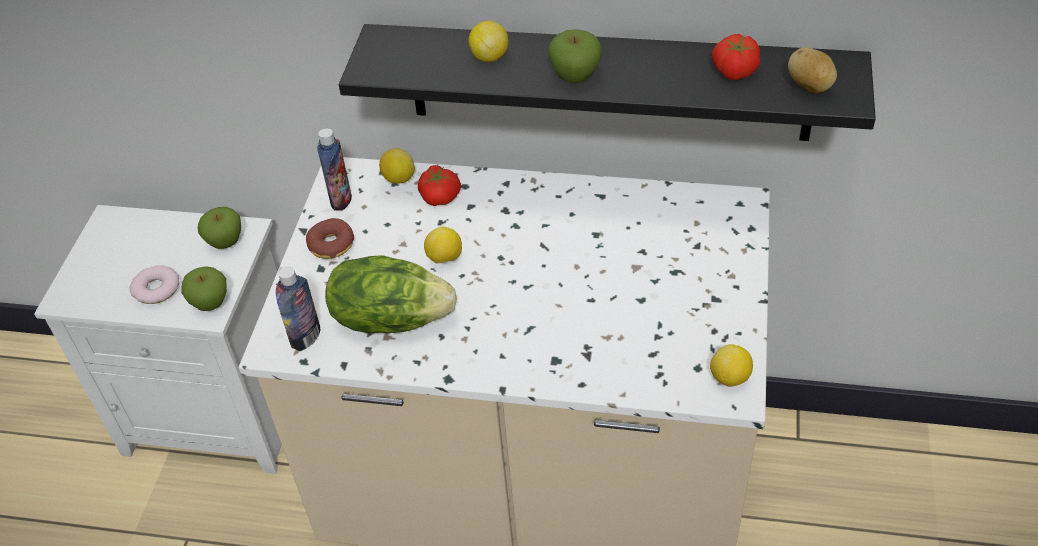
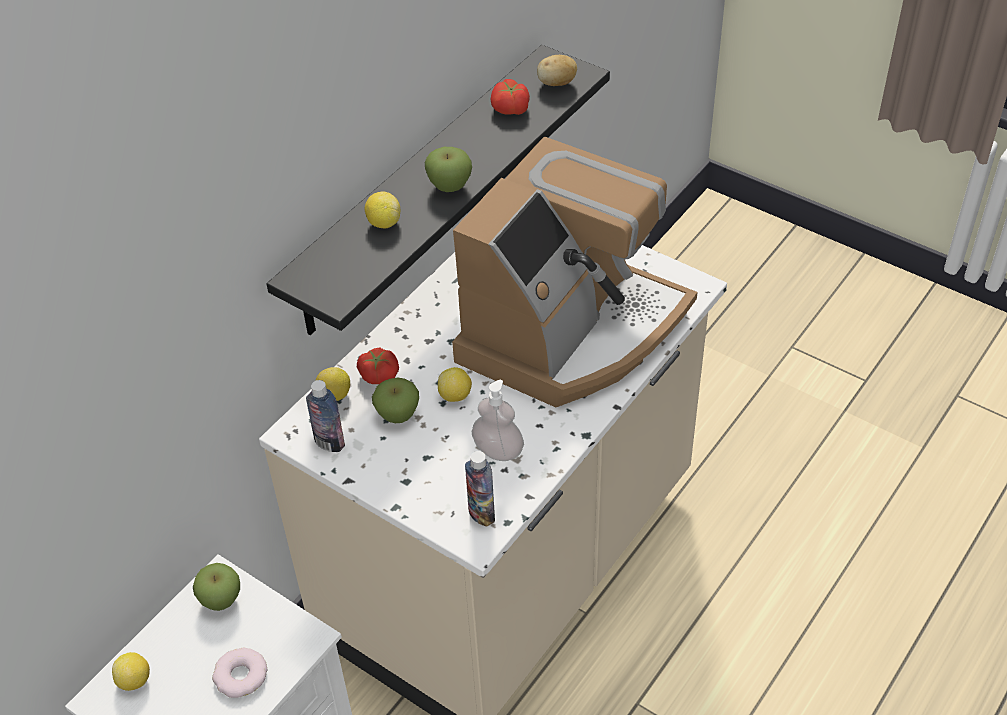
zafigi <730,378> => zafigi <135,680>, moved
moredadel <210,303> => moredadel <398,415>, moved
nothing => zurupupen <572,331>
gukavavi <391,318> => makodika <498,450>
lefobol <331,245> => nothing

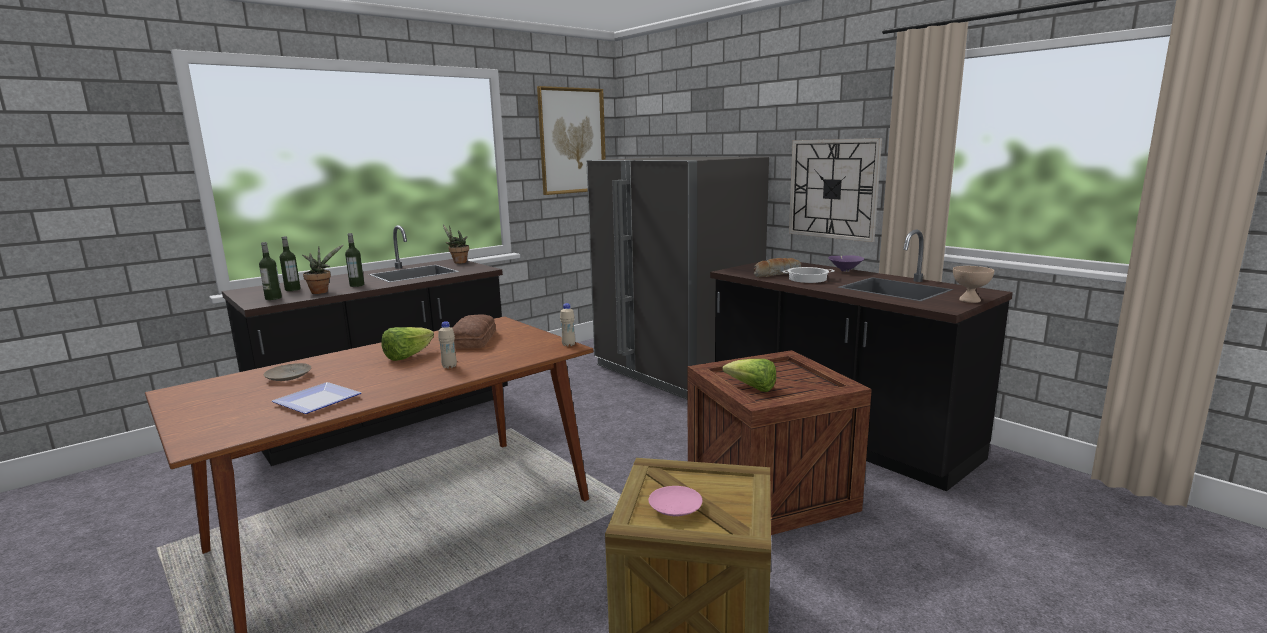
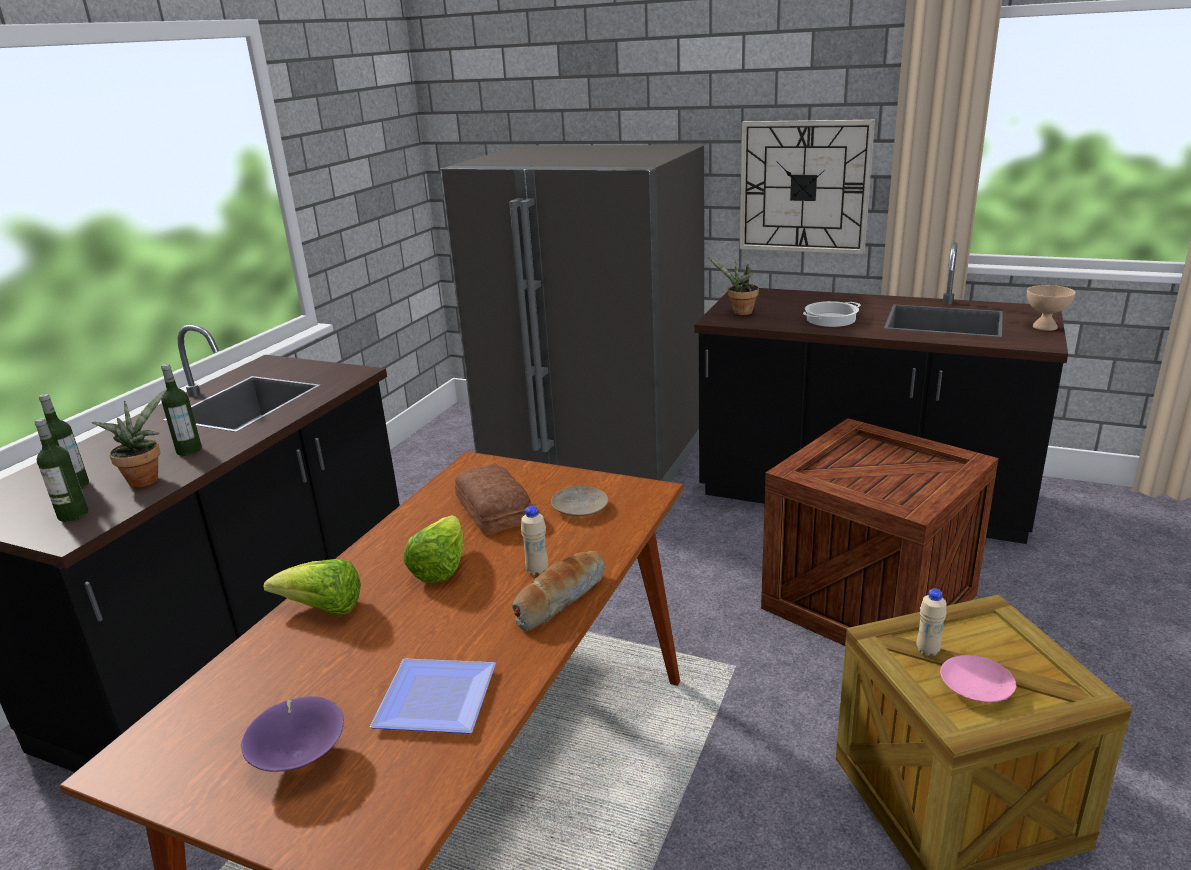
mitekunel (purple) <845,270> => mitekunel (purple) <300,757>, moved
gukavavi <752,388> => gukavavi <323,609>, moved
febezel <776,274> => febezel <560,599>, moved
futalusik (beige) <289,377> => futalusik (beige) <580,507>, moved
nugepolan <458,262> => nugepolan <740,313>, moved
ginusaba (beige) <568,345> => ginusaba (beige) <927,650>, moved
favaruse <572,141> => nothing

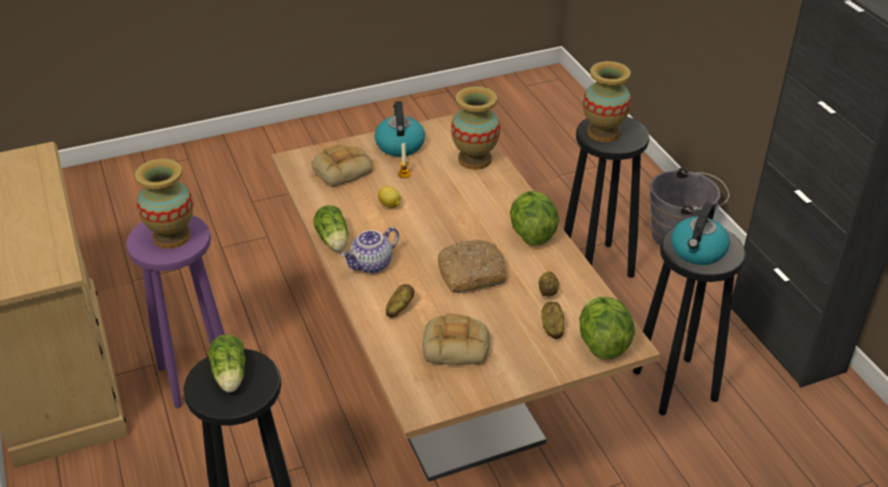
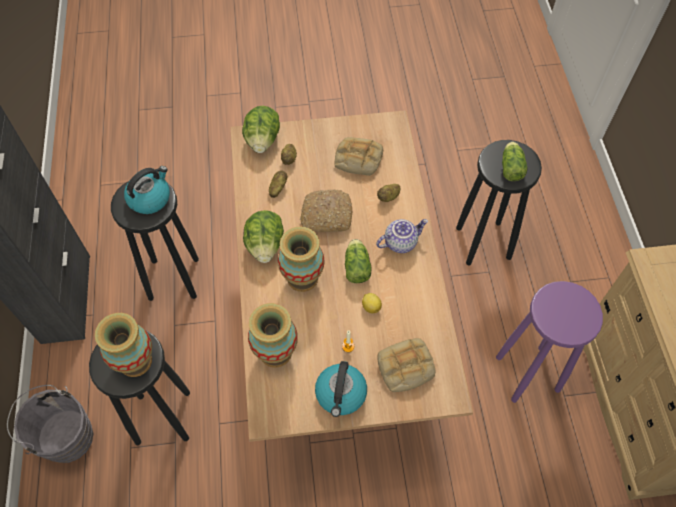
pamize <171,236> => pamize <302,278>, moved
gukavavi <333,241> => gukavavi <356,266>, moved

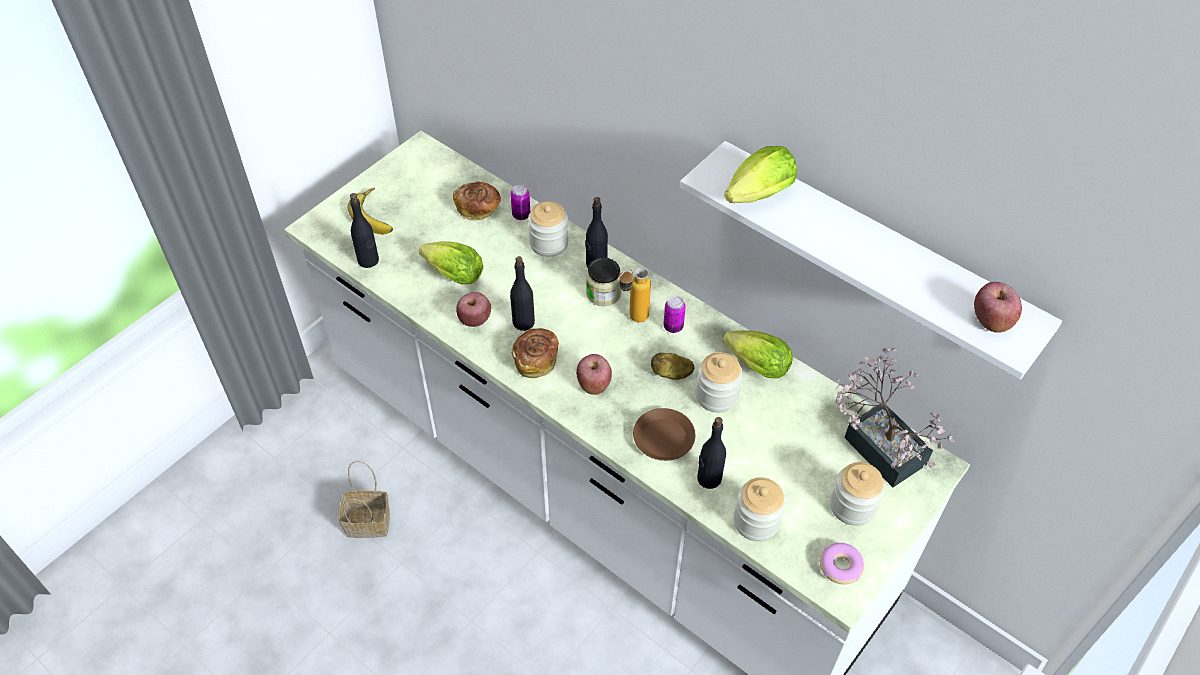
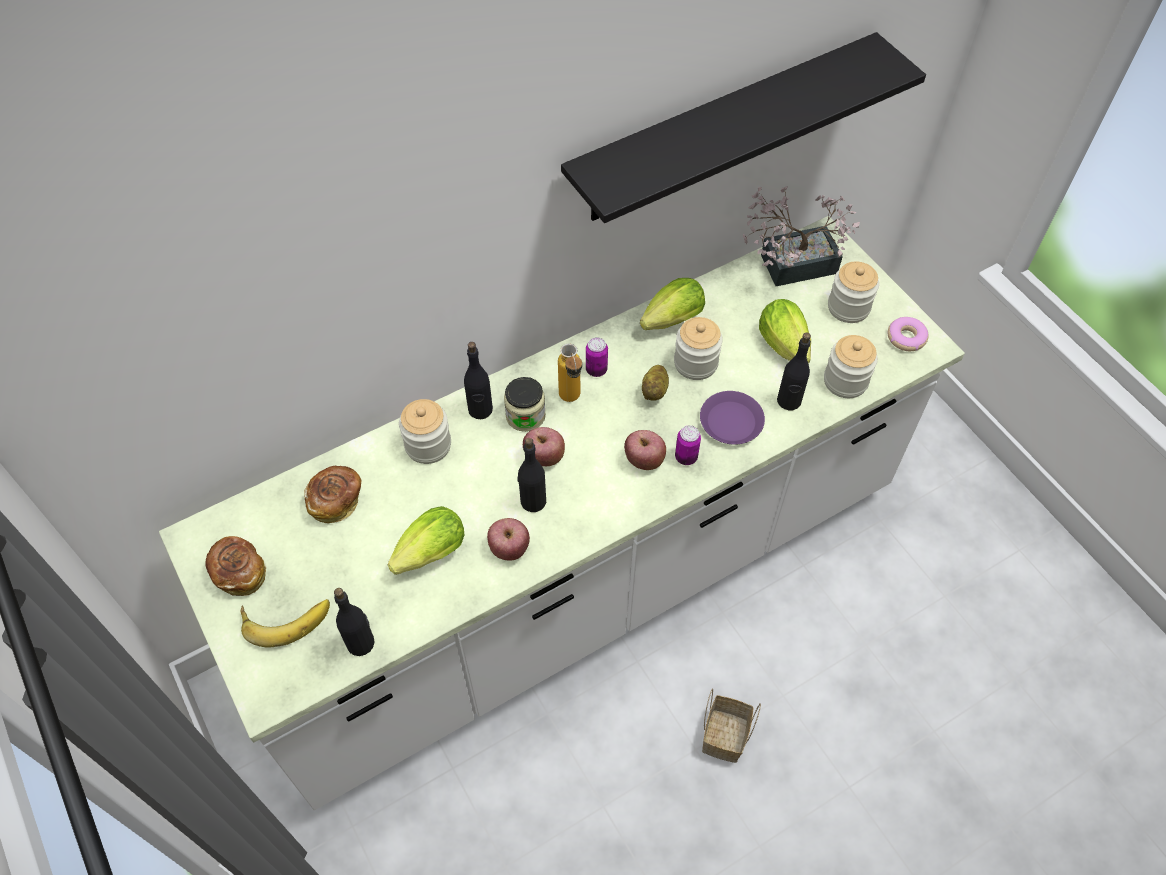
febezel <536,360> => febezel <239,572>, moved
moredadel <991,321> => moredadel <544,457>, moved
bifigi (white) <873,255> => bifigi (black) <721,130>
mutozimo <521,215> => mutozimo <686,457>, moved
futalusik (brown) <663,438> => futalusik (purple) <731,422>
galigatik <370,522> => galigatik <724,734>, moved
gukavavi <755,197> => gukavavi <785,348>, moved

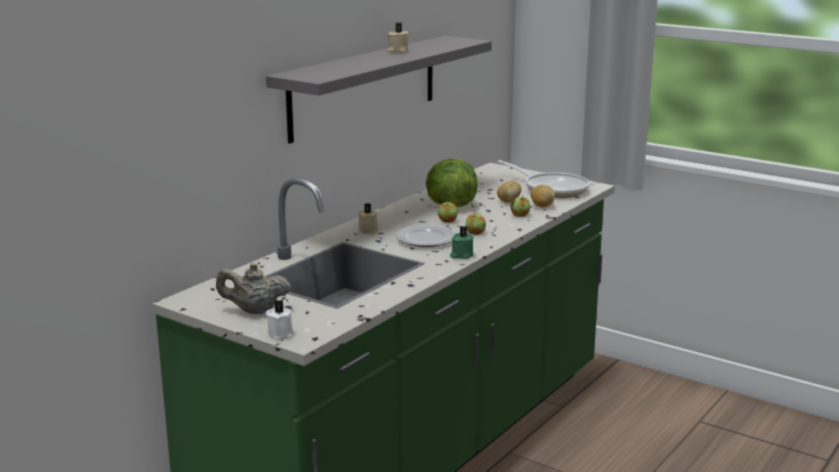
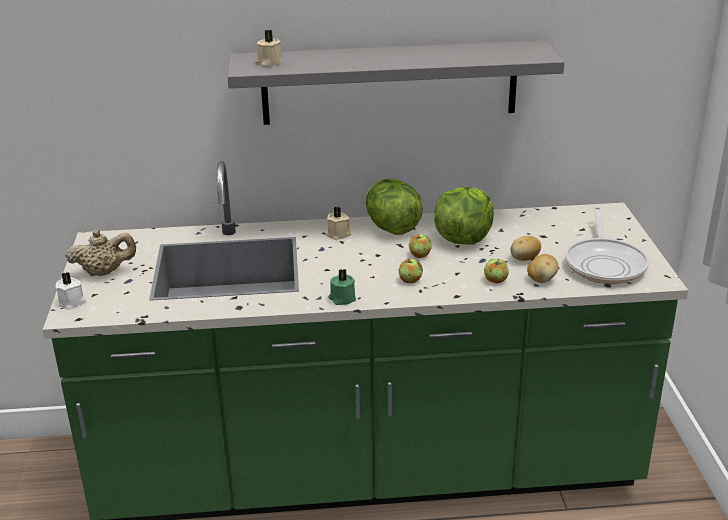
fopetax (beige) <254,311> => fopetax (beige) <104,272>, 120 degrees clockwise
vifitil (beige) <397,51> => vifitil (beige) <269,62>, moved
nothing => gukavavi <392,227>
futalusik <426,239> => nothing

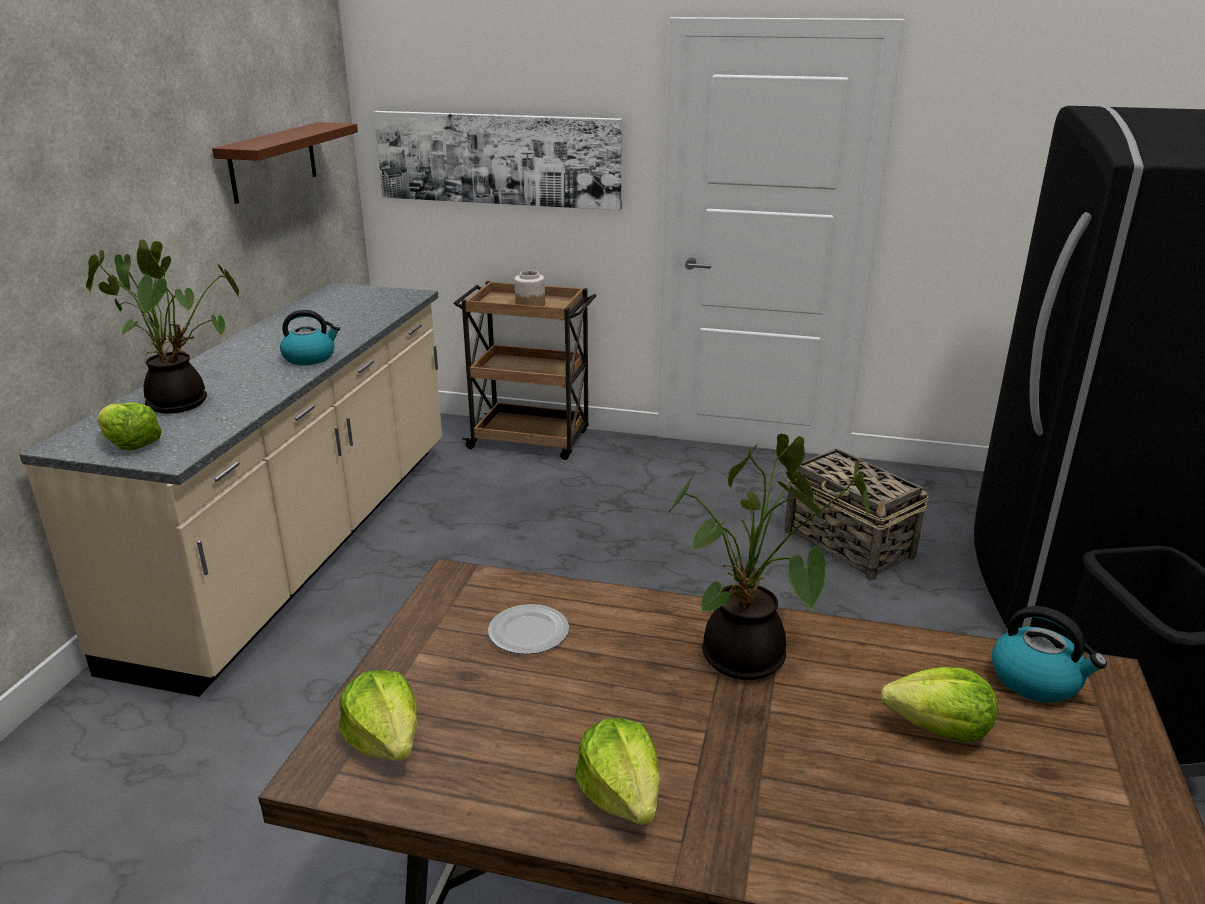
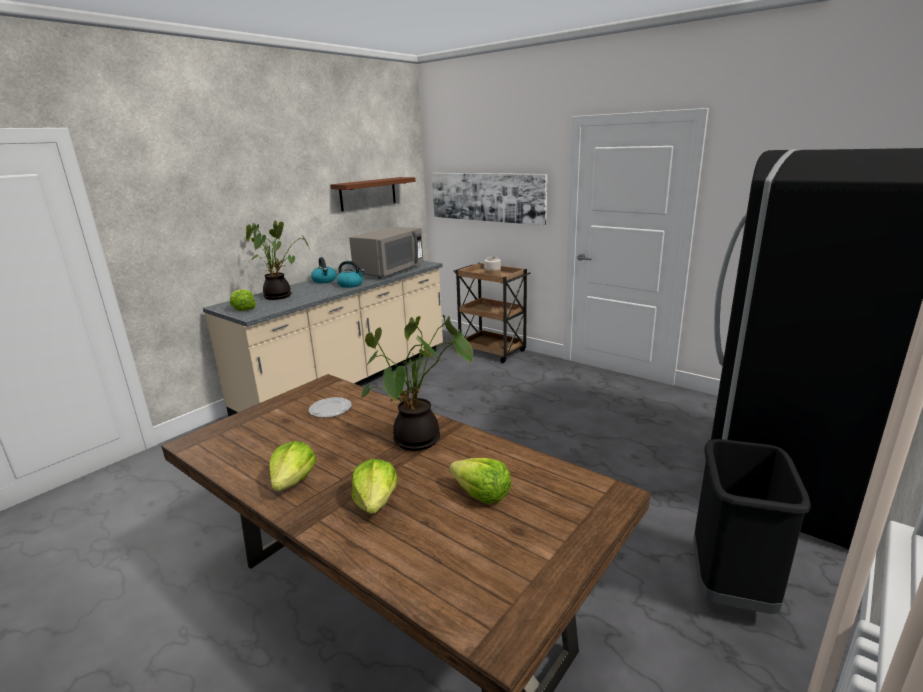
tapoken <1037,680> => tapoken <324,281>, moved
nothing => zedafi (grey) <389,271>
gukavavi <385,739> => gukavavi <376,501>, moved
galigatik <849,545> => nothing

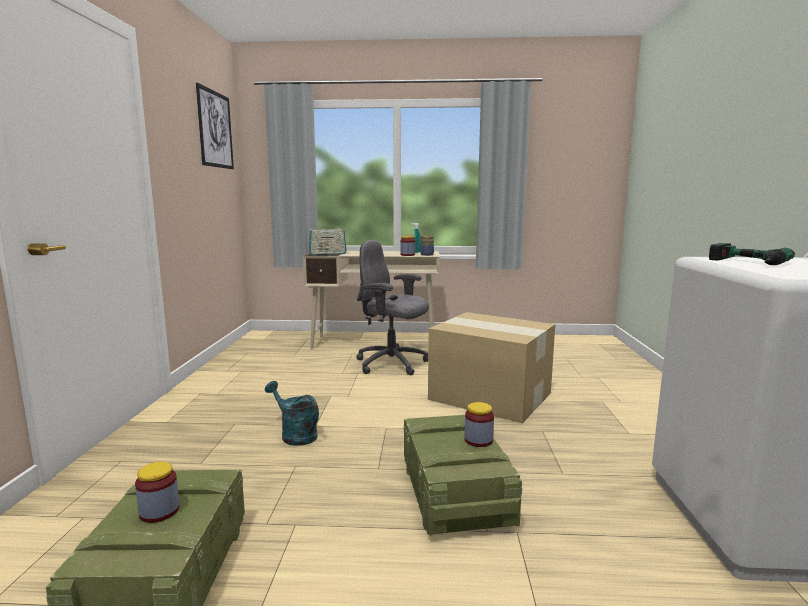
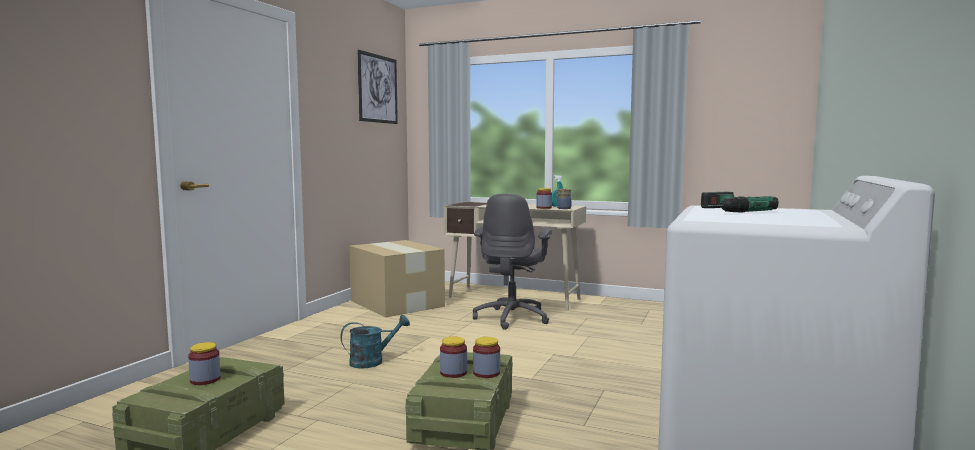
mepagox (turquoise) <294,435> => mepagox (turquoise) <372,361>, 90 degrees clockwise
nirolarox <489,395> => nirolarox <397,303>, moved
nothing => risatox <453,373>
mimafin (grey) <392,364> => mimafin (grey) <512,318>, 120 degrees counterclockwise
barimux <327,254> => nothing

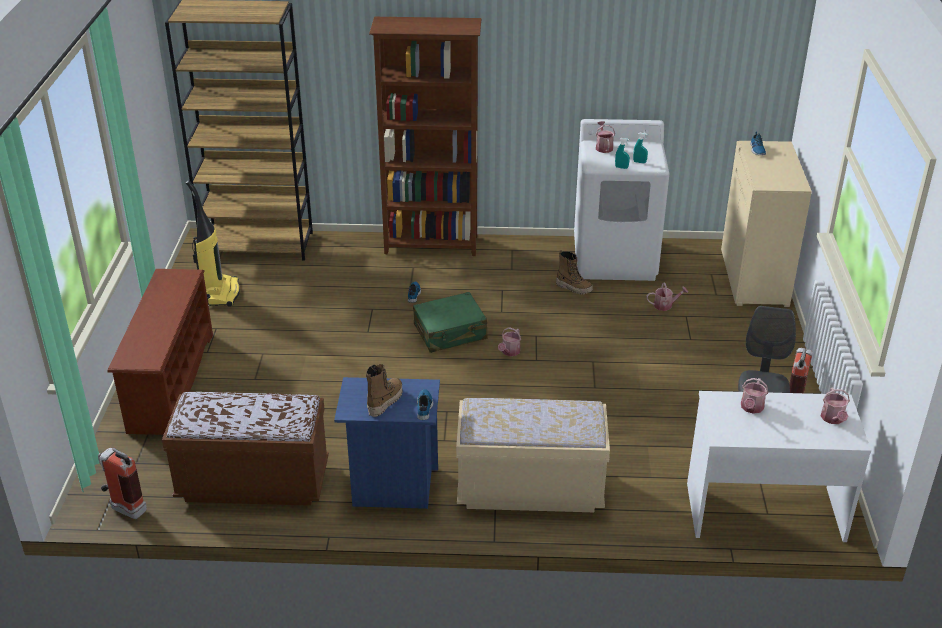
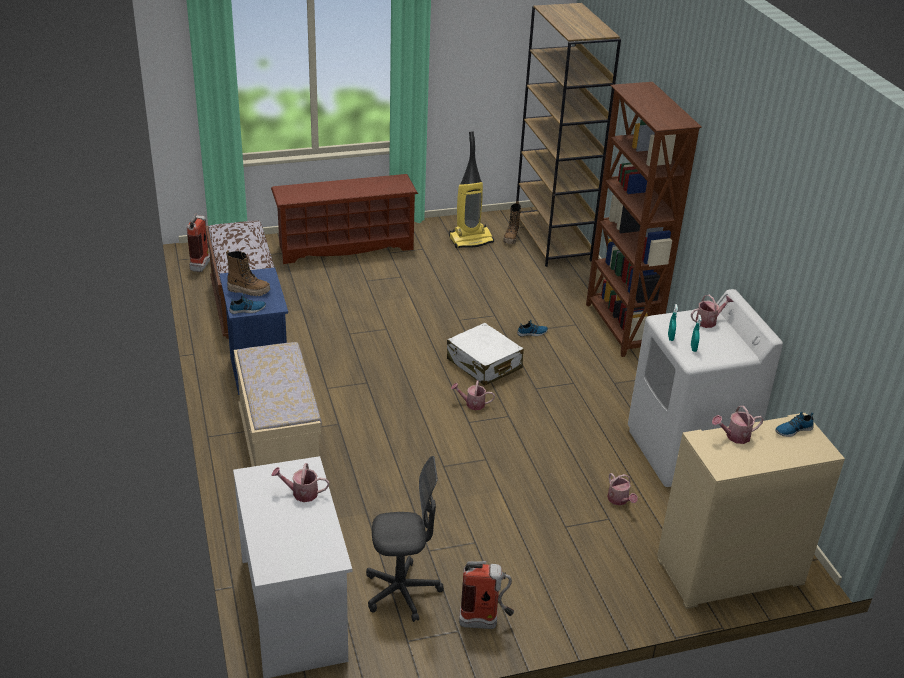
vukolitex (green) <450,332> => vukolitex (white) <484,364>
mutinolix <574,288> => mutinolix <511,238>, moved
mepagox <833,419> => mepagox <734,436>, moved

